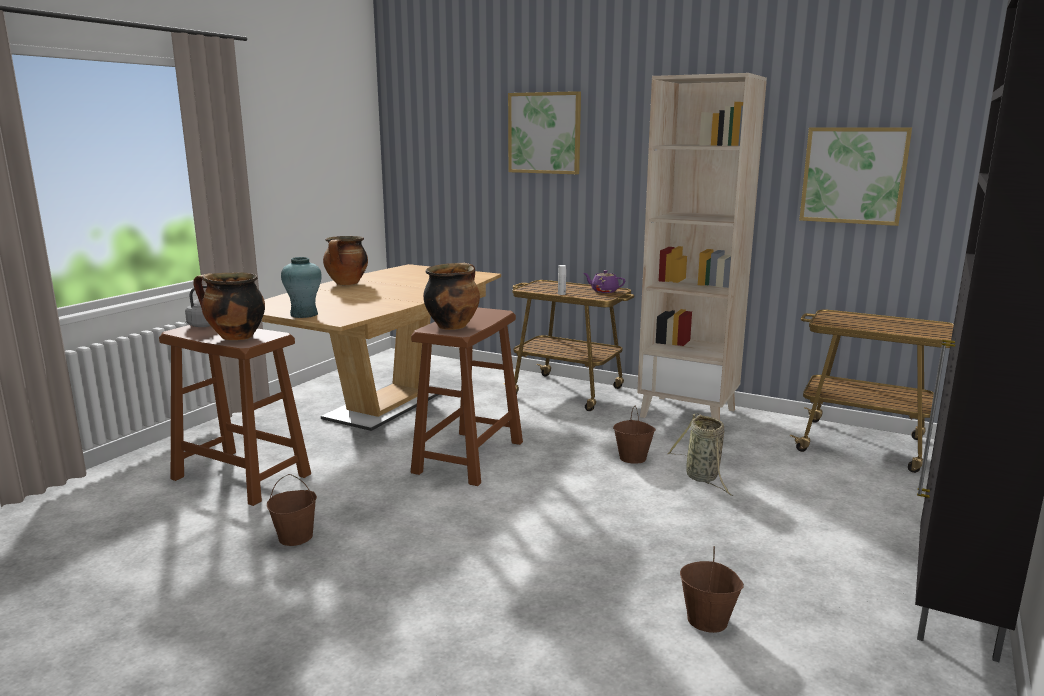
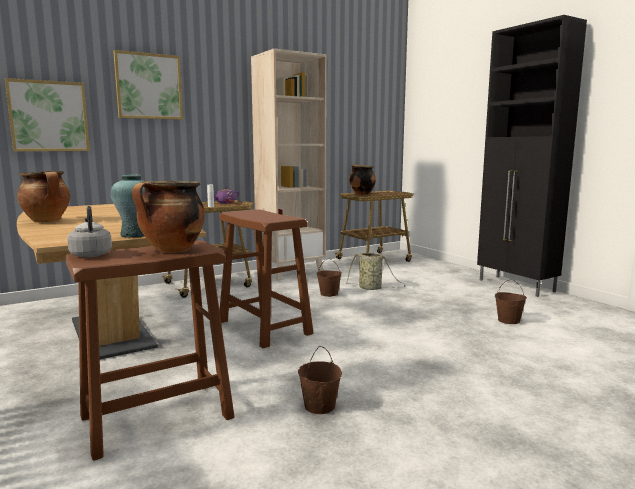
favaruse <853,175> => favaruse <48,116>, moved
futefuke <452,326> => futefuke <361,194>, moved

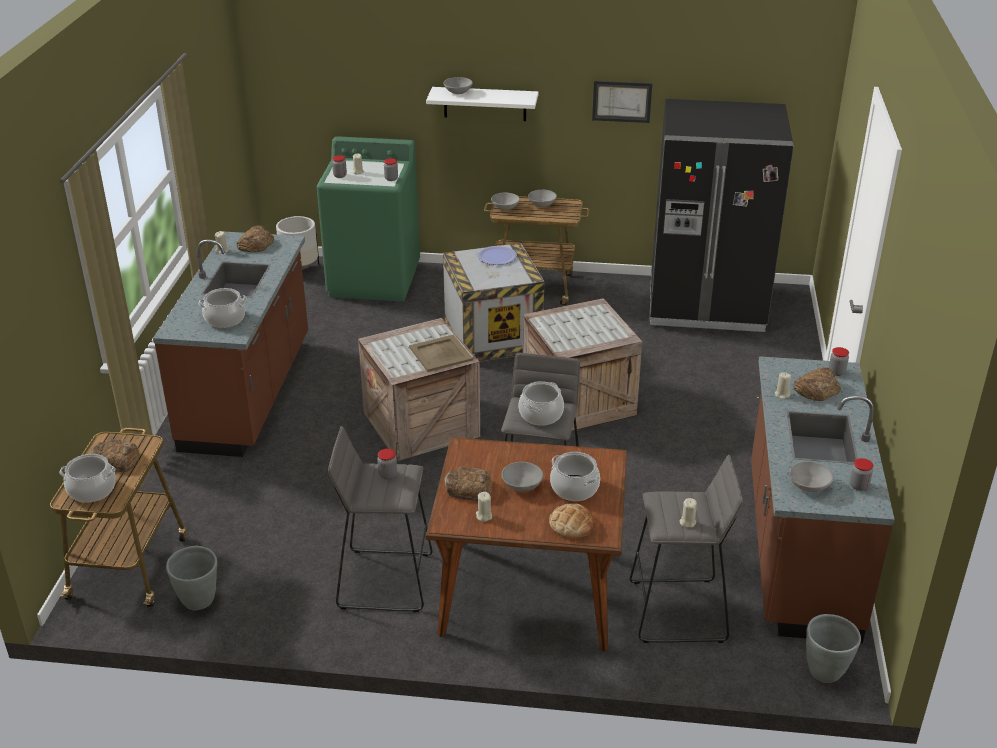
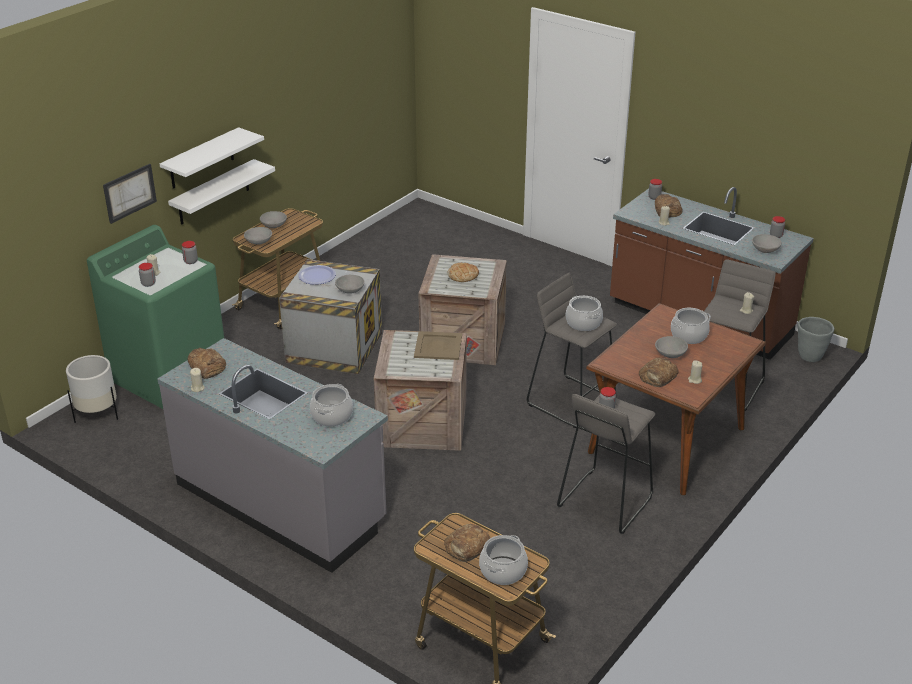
favaruse <622,101> => favaruse <129,193>, moved
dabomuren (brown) <249,393> => dabomuren (grey) <281,503>
nothing => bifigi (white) <213,193>
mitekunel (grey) <458,92> => mitekunel (grey) <350,290>, moved
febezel <572,524> => febezel <463,275>, moved
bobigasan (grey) <198,601> => nothing
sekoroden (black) <706,305> => nothing

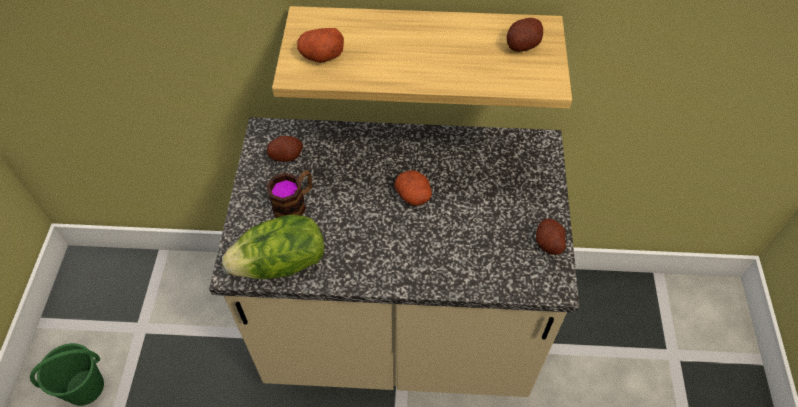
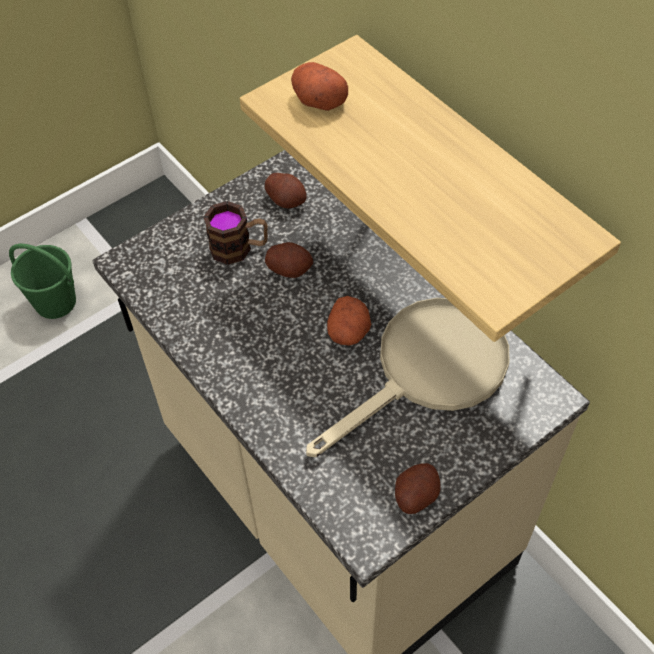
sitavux <522,45> => sitavux <289,269>, moved
nothing => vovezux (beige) <428,371>
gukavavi <281,264> => nothing

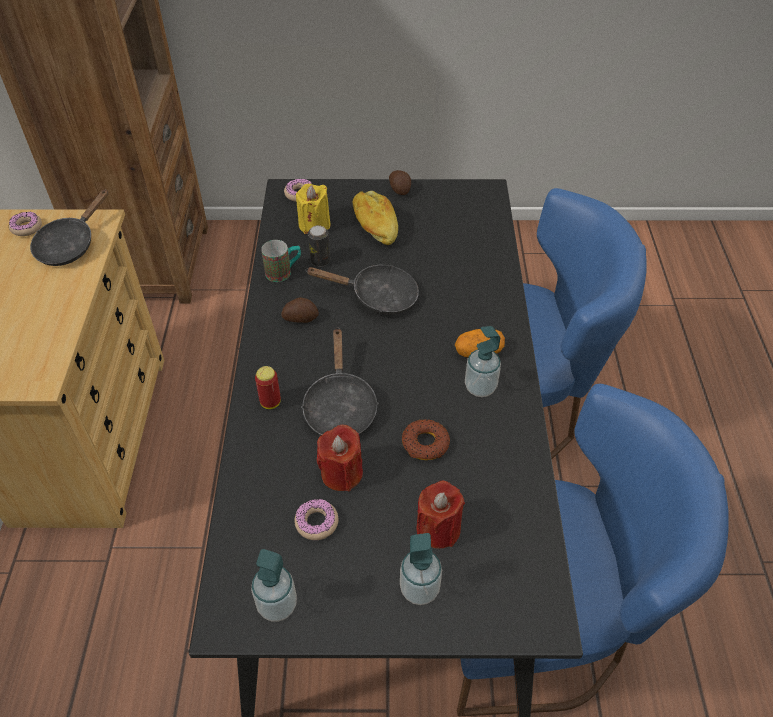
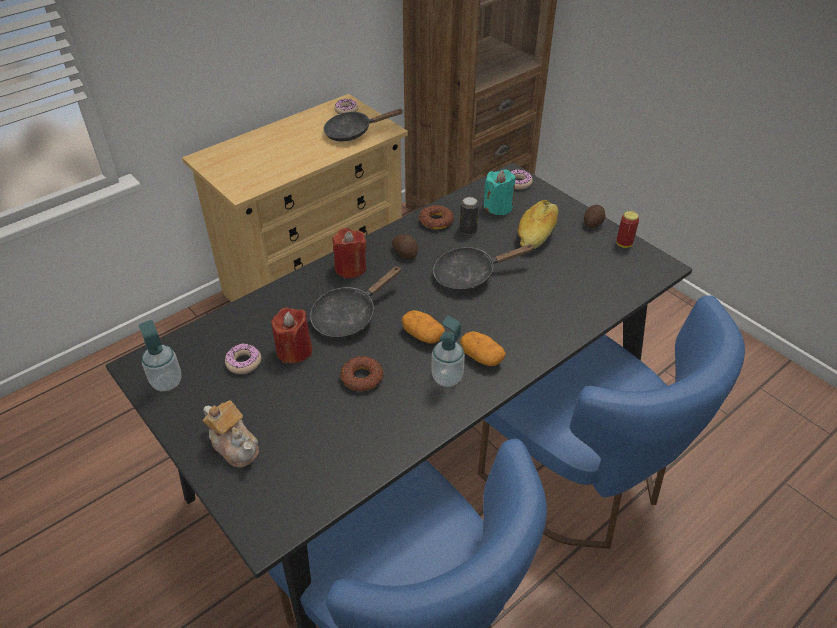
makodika <419,589> => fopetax <235,445>
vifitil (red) <438,529> => vifitil (red) <350,268>, moved
nothing => sitavux <422,335>
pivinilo <284,272> => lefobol <436,221>
vovezux (black) <377,296> => vovezux (black) <470,275>, 105 degrees clockwise
vifitil (yellow) <314,225> => vifitil (turquoise) <498,207>
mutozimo <270,402> => mutozimo <624,244>, moved

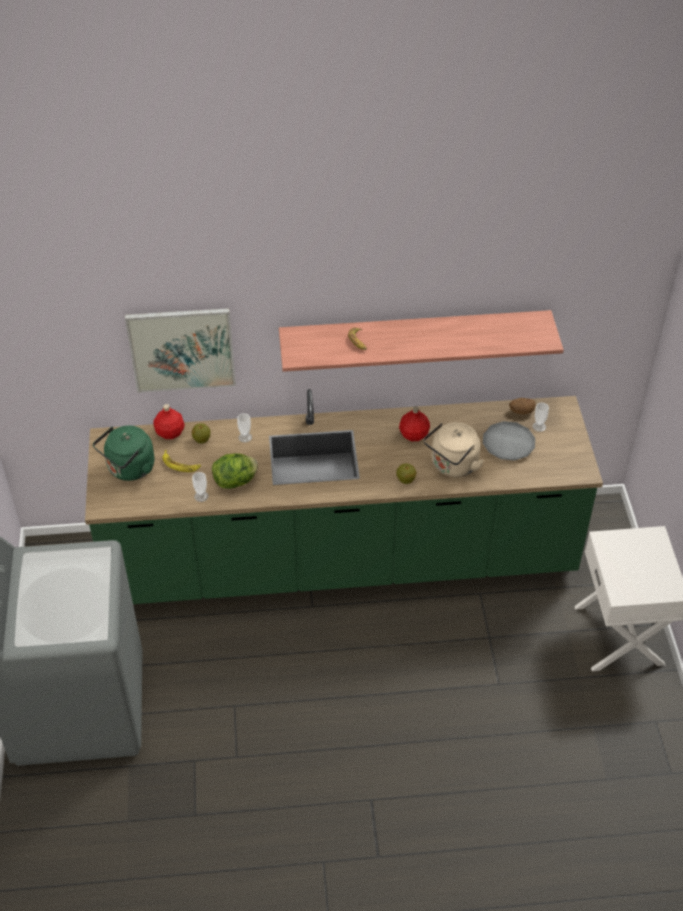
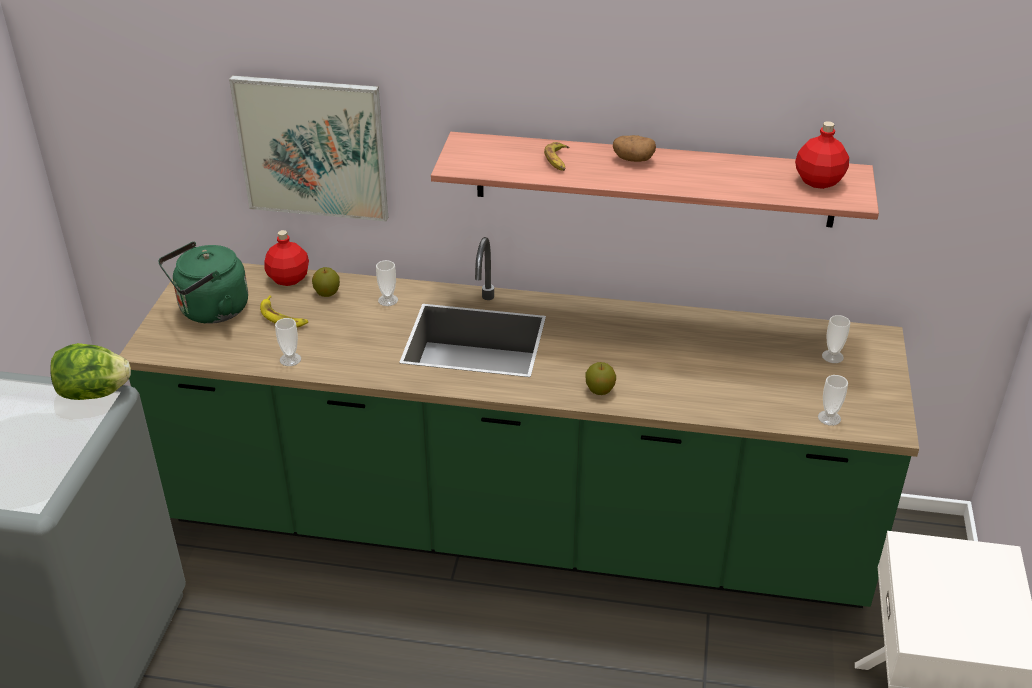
gukavavi <236,481> => gukavavi <94,394>, moved
sitavux <521,411> => sitavux <633,159>, moved
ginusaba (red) <414,434> => ginusaba (red) <819,181>, moved
nothing => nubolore <829,418>
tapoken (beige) <452,466> => nothing
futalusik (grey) <508,444> => nothing

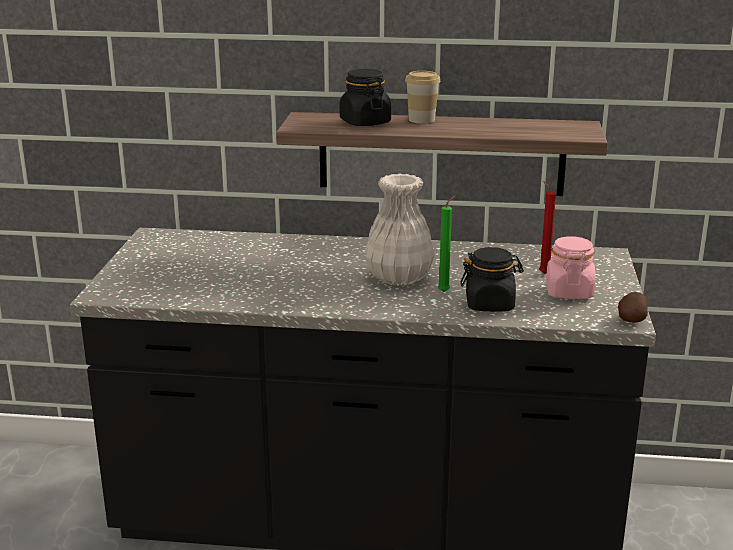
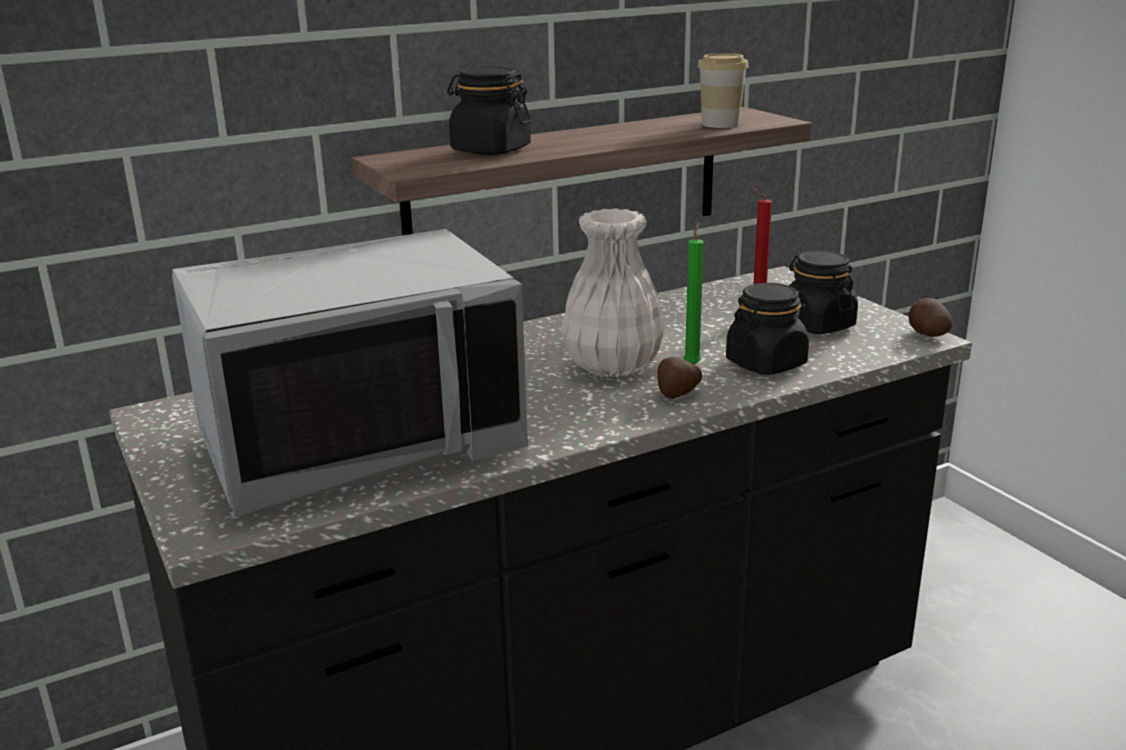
nothing => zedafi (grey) <359,441>
nothing => sitavux <676,394>
nubolore <421,120> => nubolore <720,124>, moved
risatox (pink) <569,292> => risatox (black) <817,325>

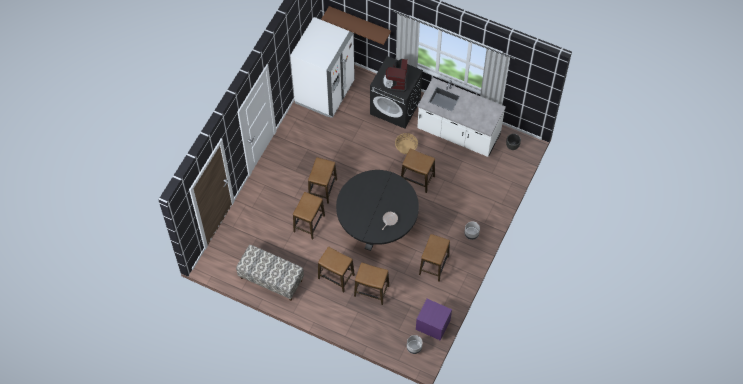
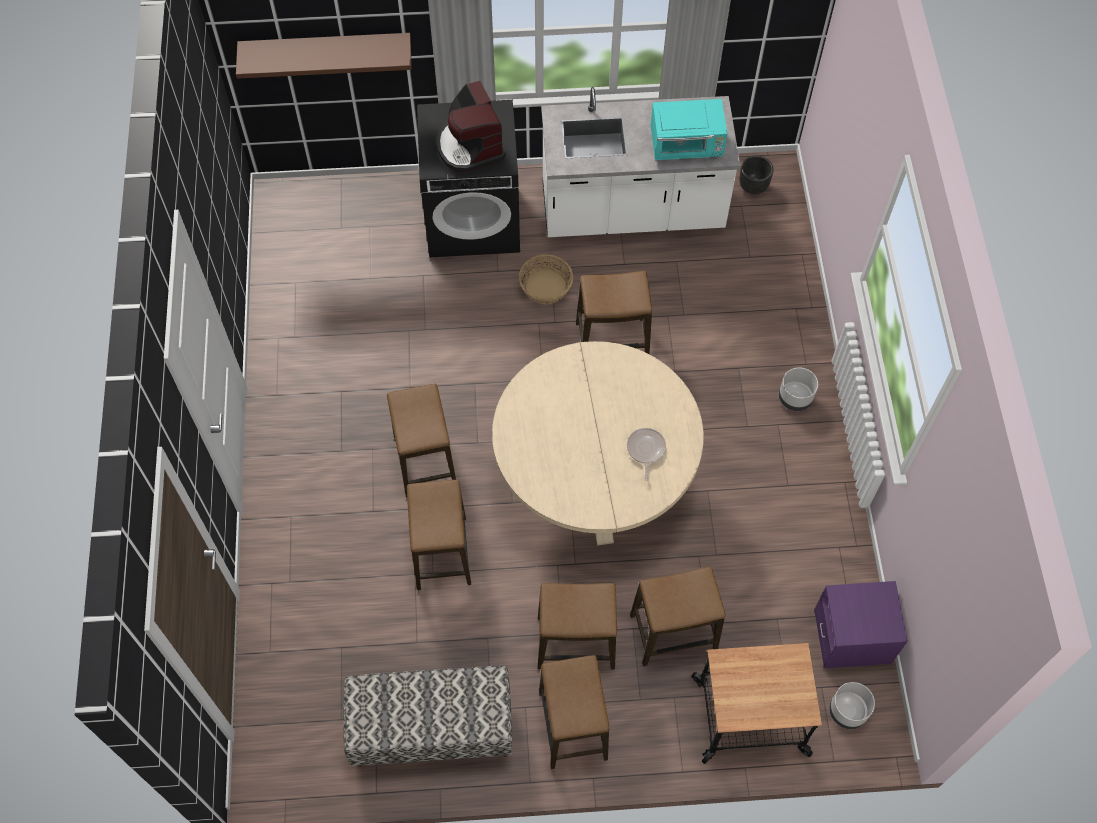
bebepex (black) <377,227> => bebepex (beige) <593,483>
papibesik <434,265> => papibesik <573,726>, moved
nothing => zedafi (turquoise) <687,145>
nothing => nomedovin <750,717>
sekoroden (white) <325,92> => nothing

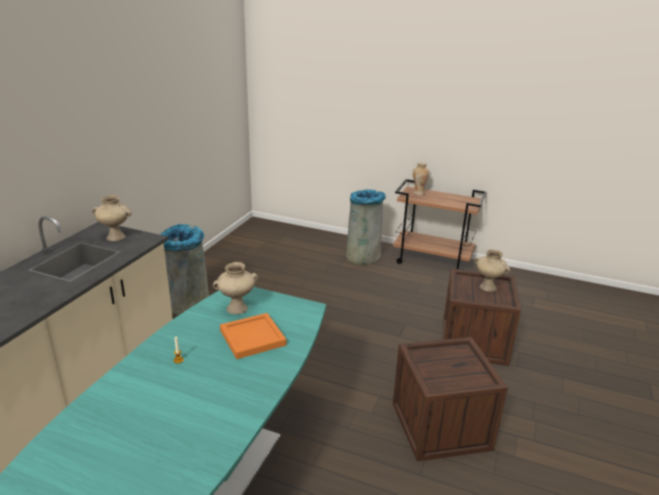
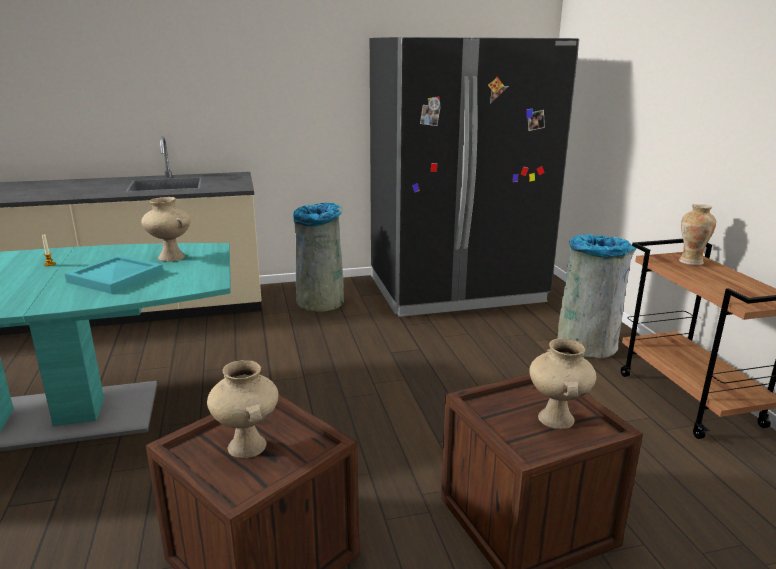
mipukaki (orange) <251,337> => mipukaki (turquoise) <116,277>
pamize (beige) <116,237> => pamize (beige) <248,446>, moved
nothing => sekoroden (black) <456,290>

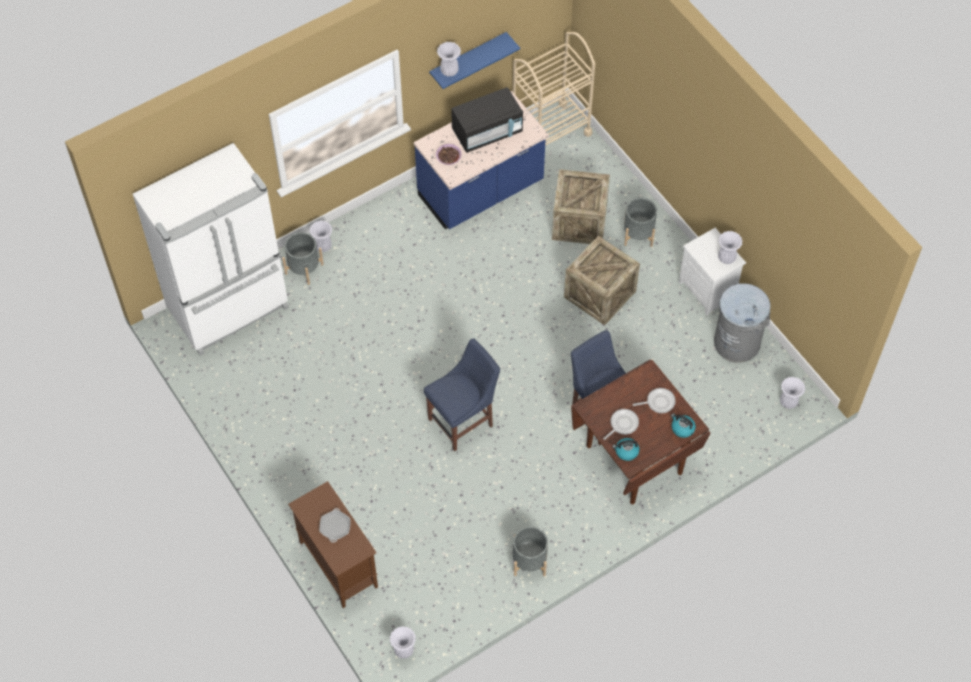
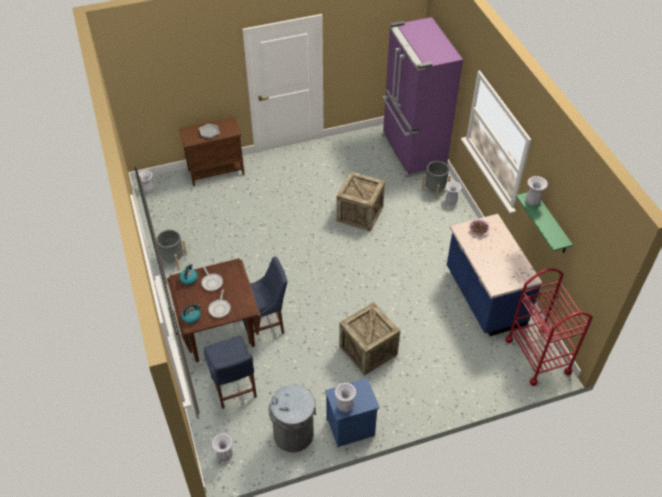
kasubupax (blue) <463,421> => kasubupax (blue) <234,389>, moved
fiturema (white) <708,290> => fiturema (blue) <350,428>
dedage <579,221> => dedage <360,214>, moved
sekoroden (white) <230,309> => sekoroden (purple) <412,152>
nomedovin (beige) <550,132> => nomedovin (red) <537,356>
bifigi (blue) <468,59> => bifigi (green) <551,223>
zedafi (black) <487,132> => nothing
bobigasan (grey) <638,234> => nothing

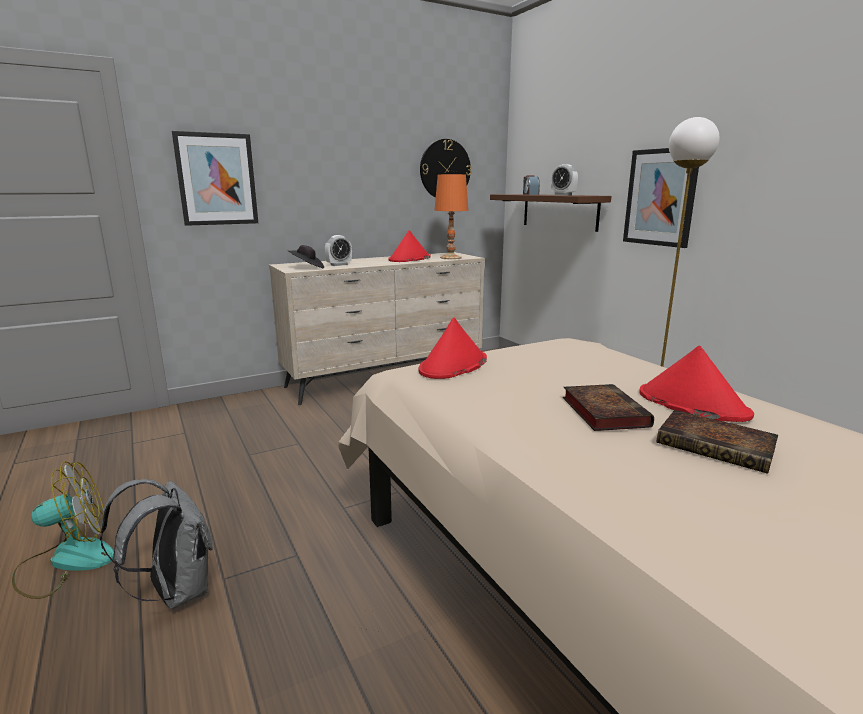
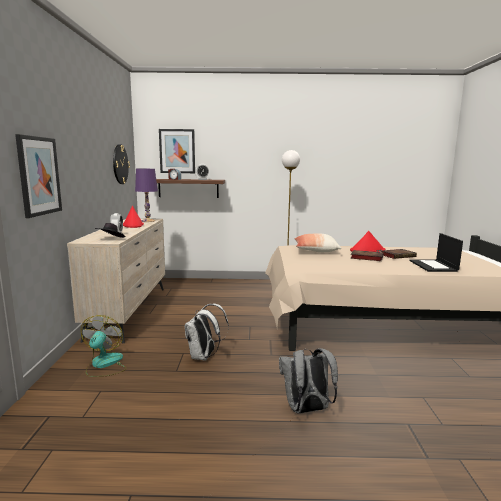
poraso <66,561> => poraso <104,365>, moved
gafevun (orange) <450,257> => gafevun (purple) <147,221>
favaruse <660,197> => favaruse <177,151>, moved
nothing => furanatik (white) <204,356>
nothing => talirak <315,251>
nothing => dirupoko <433,266>
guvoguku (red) <453,366> => nothing

